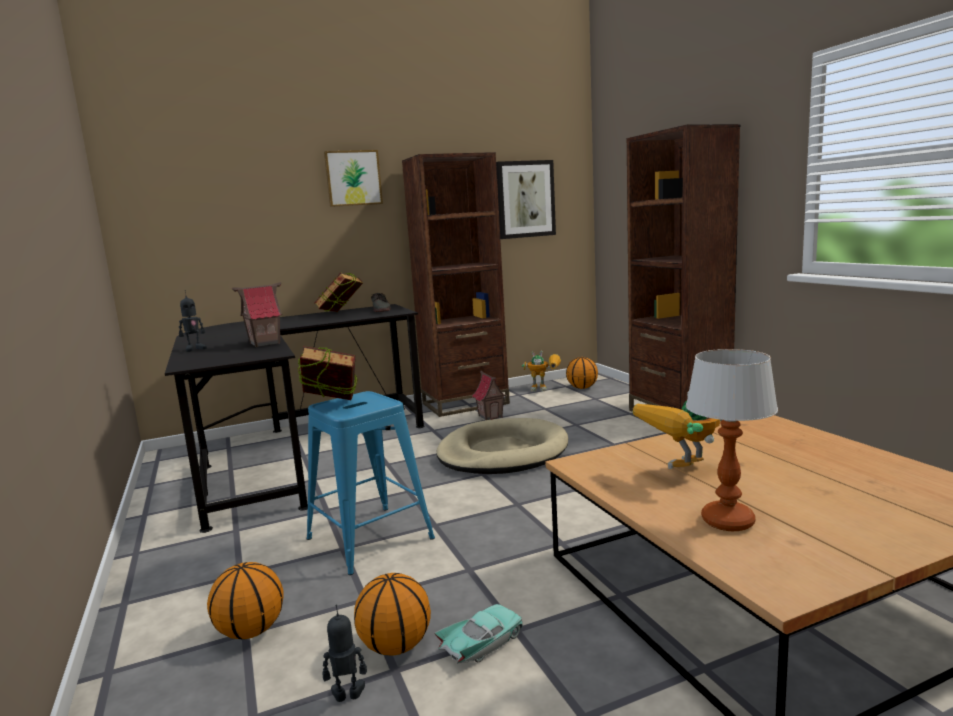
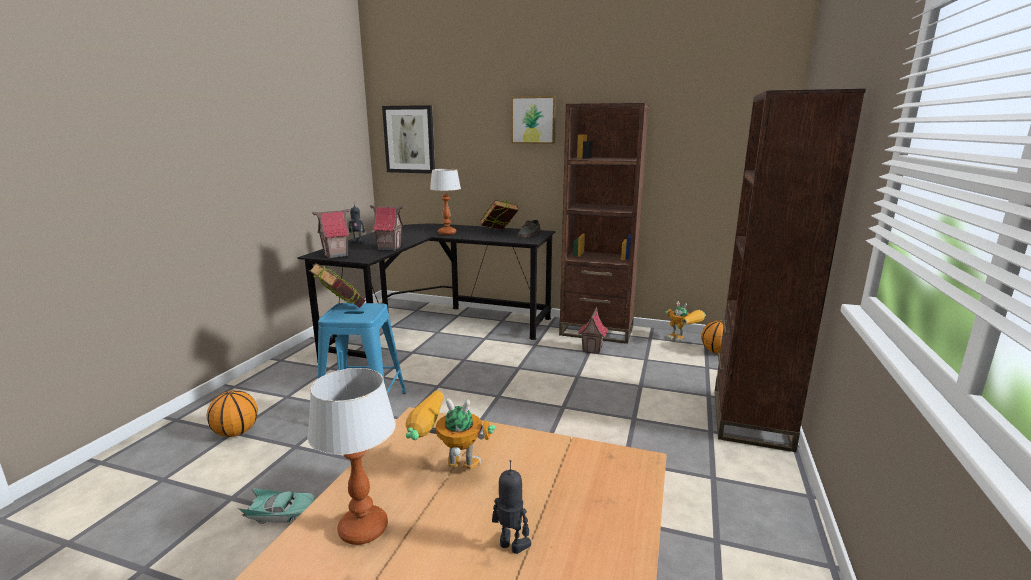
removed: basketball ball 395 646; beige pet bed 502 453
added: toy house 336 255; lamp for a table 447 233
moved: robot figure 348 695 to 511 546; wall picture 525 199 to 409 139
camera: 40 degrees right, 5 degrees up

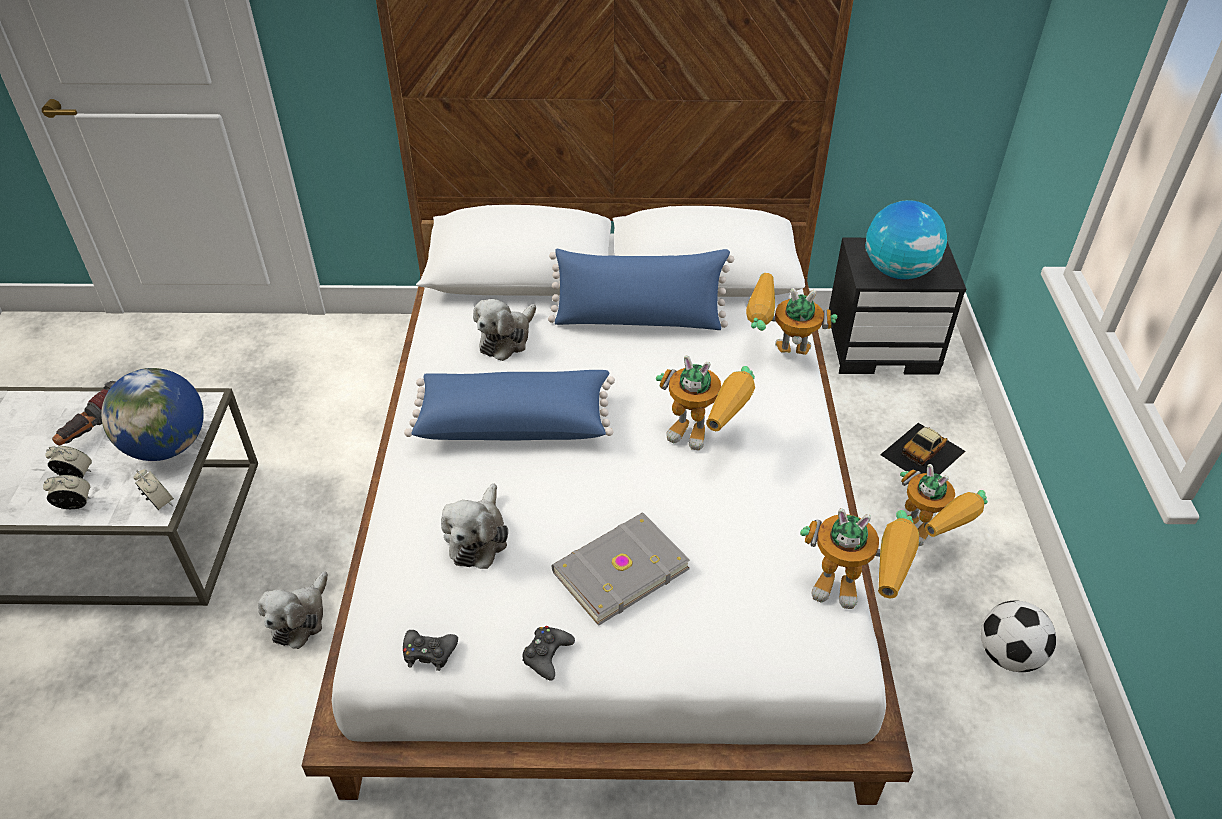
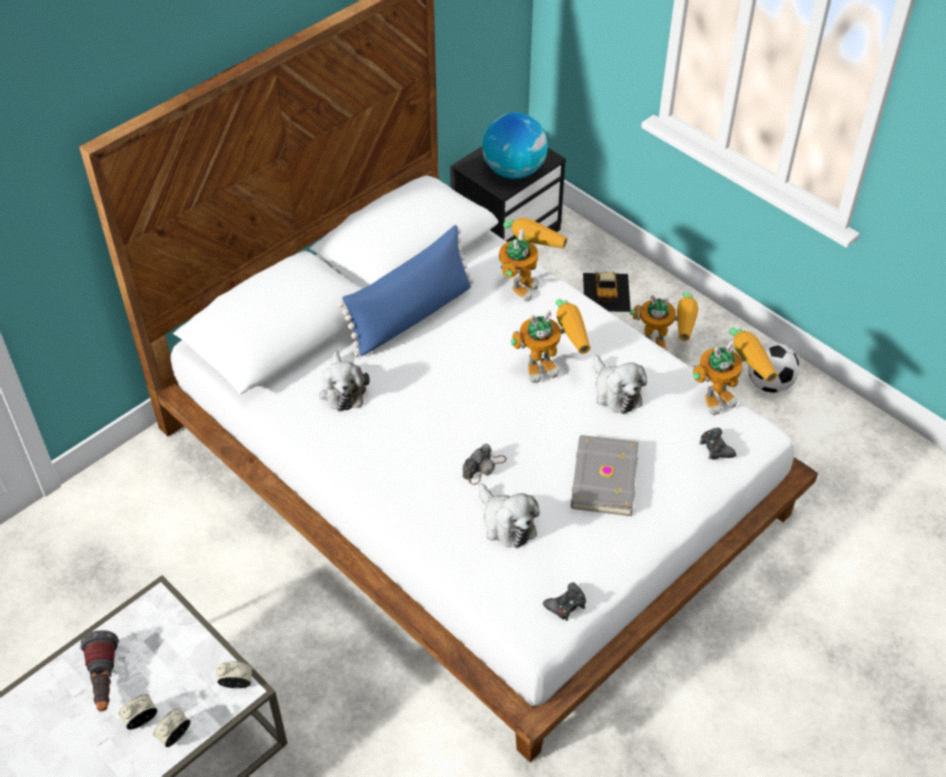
removed: desk globe 167 446; bluish throw pillow 514 422
added: photo camera 484 467
moved: cuddly toy 300 618 to 616 392; black-coloured gamepad 547 655 to 716 448
turned: robot figure 777 355 = 524 281 150 degrees clockwise
camera: 45 degrees left, 5 degrees up

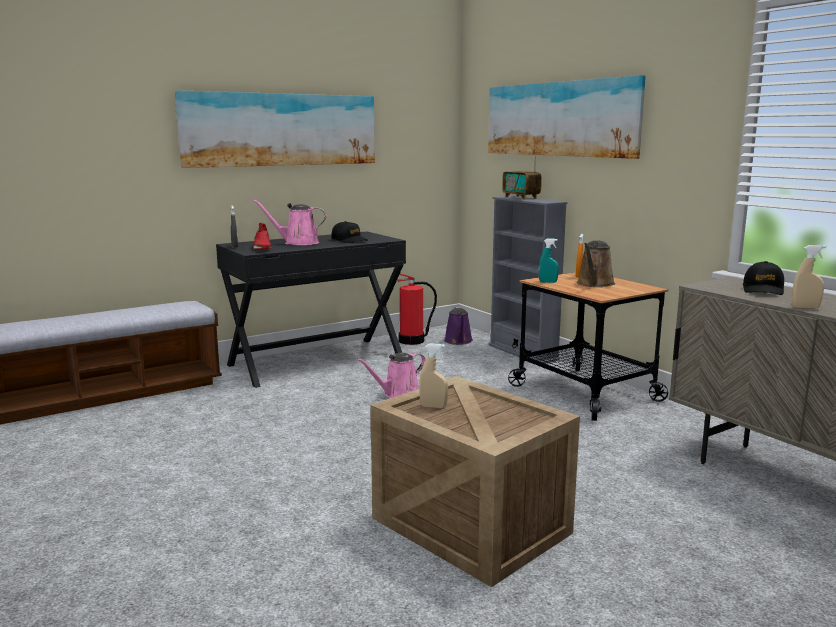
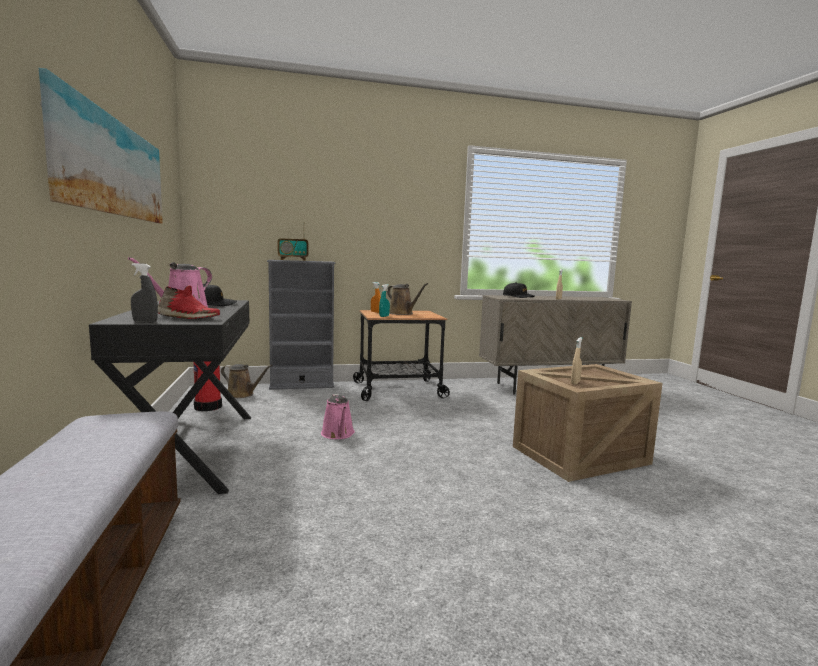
removed: wall picture 560 119
recoloured: purplish sprinkling can 458 341 to brown-coloured sprinkling can 242 394
camera: 70 degrees left, 5 degrees down

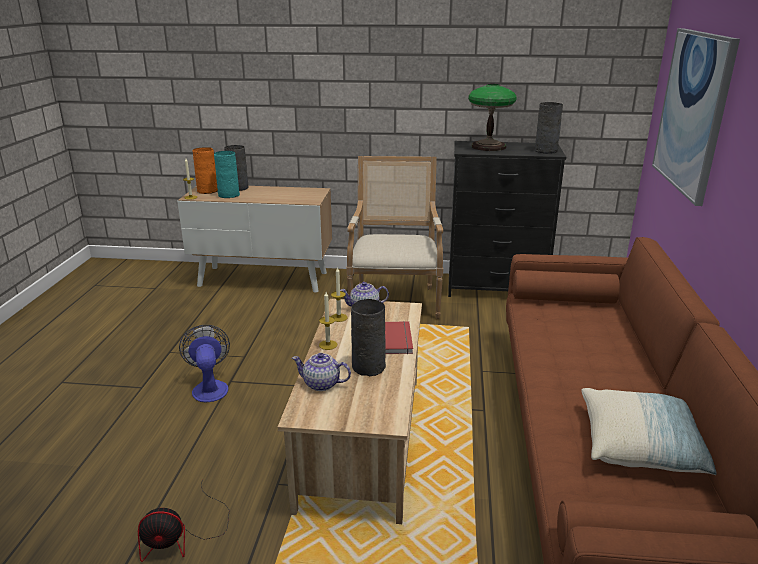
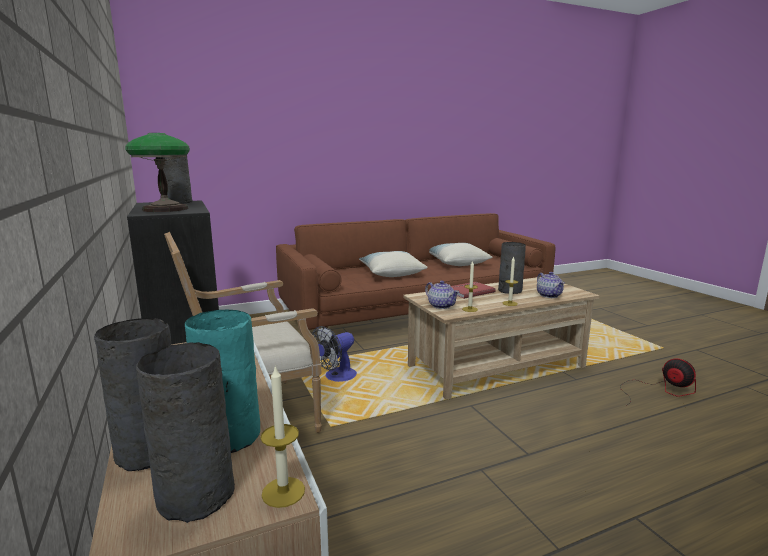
removed: wall picture 692 112
added: throw pillow 391 273
moved: cooling fan 209 387 to 336 377
recoloured: orange-coloured vase 207 191 to greyish vase 198 493
camera: 120 degrees left, 10 degrees down

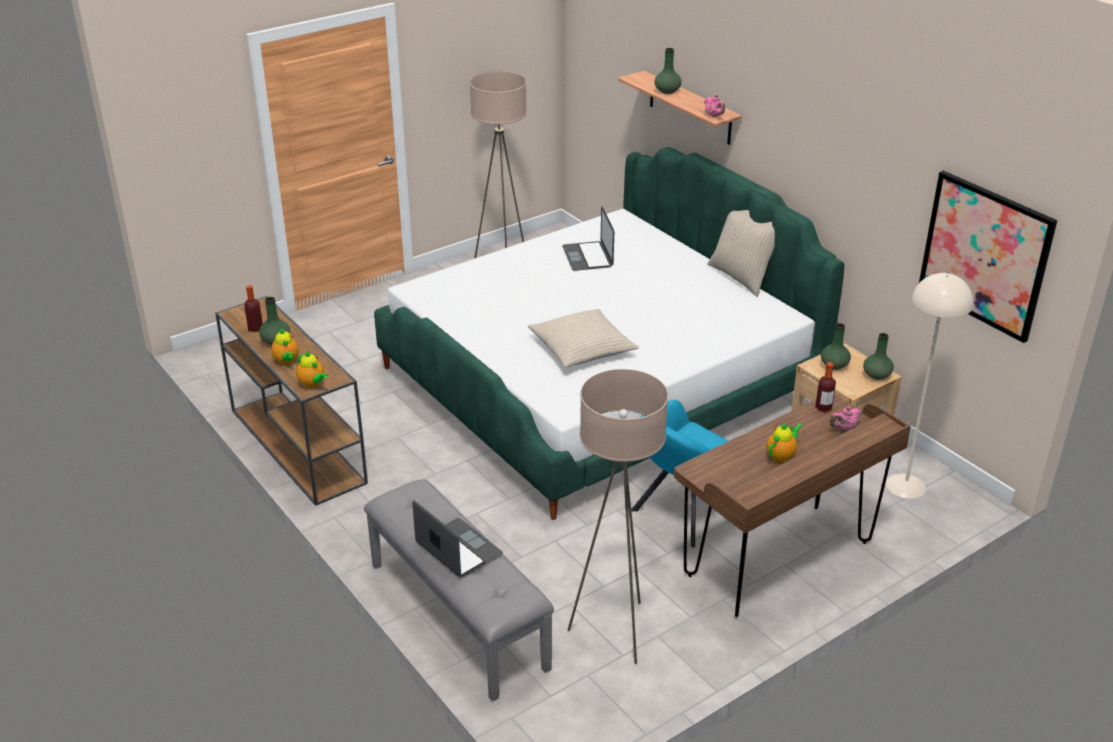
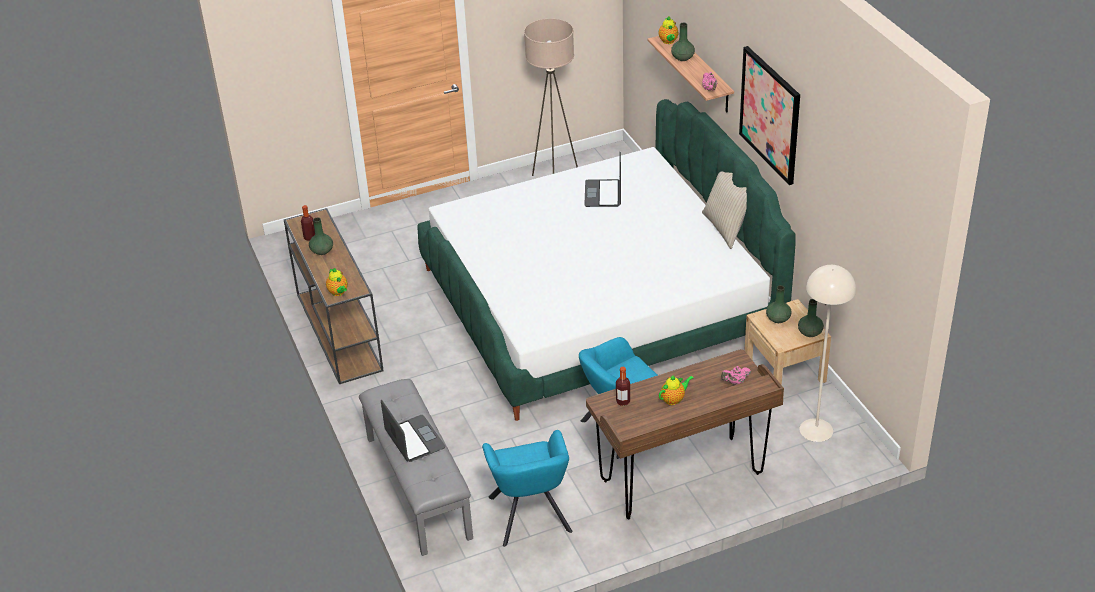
removed: beige throw pillow 582 348
moved: teapot 286 361 to 668 42; beverage bottle 823 408 to 623 401; wall picture 985 255 to 770 114
replaced: beige floor lamp 615 631 to blue-green armchair 531 517
camera: 15 degrees right, 5 degrees up

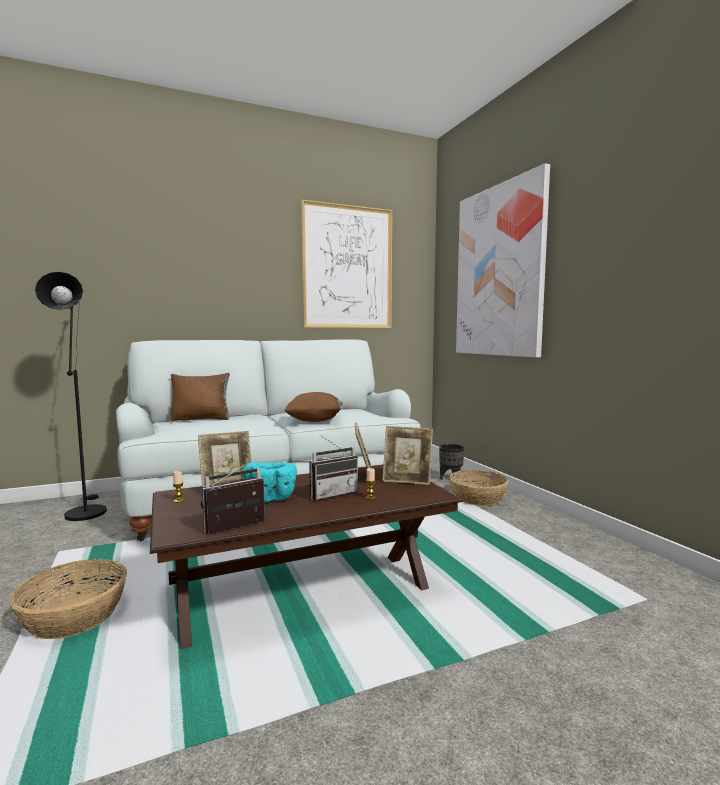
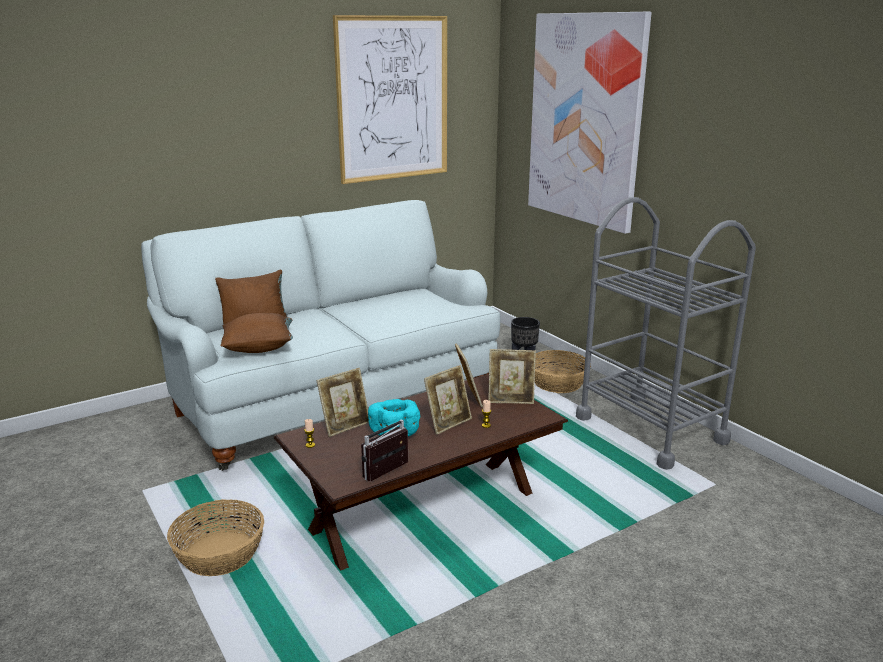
removed: black-coloured floor lamp 85 511
added: greyish wheeled cart 650 429
moved: brown-coloured throw pillow 315 420 to 259 348
replaced: radio set 331 493 to photo frame 448 423
camera: 10 degrees left, 15 degrees up

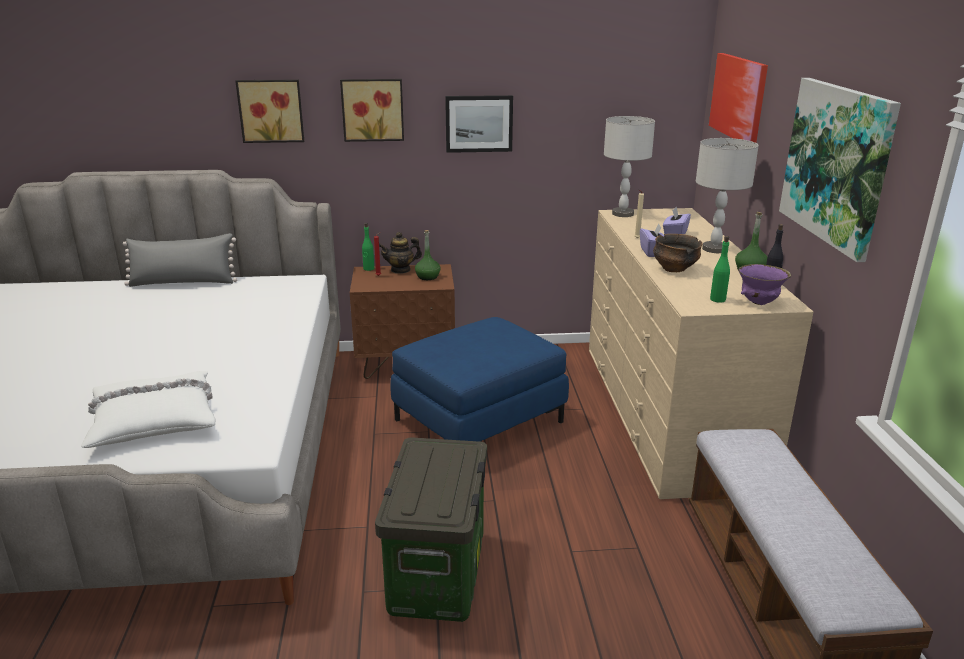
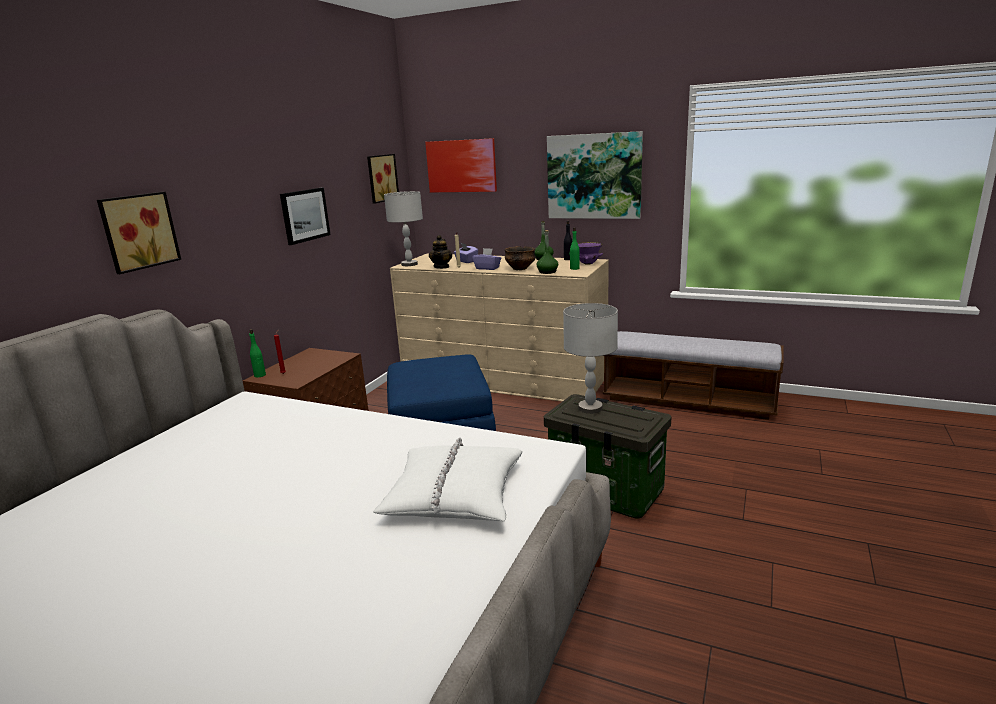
removed: greyish throw pillow 183 282
moved: wall picture 372 109 to 381 178; teapot 401 270 to 441 267; greenish beverage bottle 427 277 to 547 272; greyish lamp for a table 714 249 to 590 408
camera: 60 degrees left, 5 degrees down

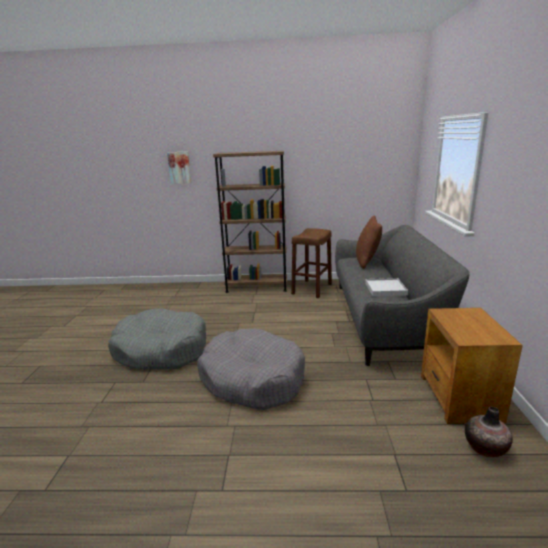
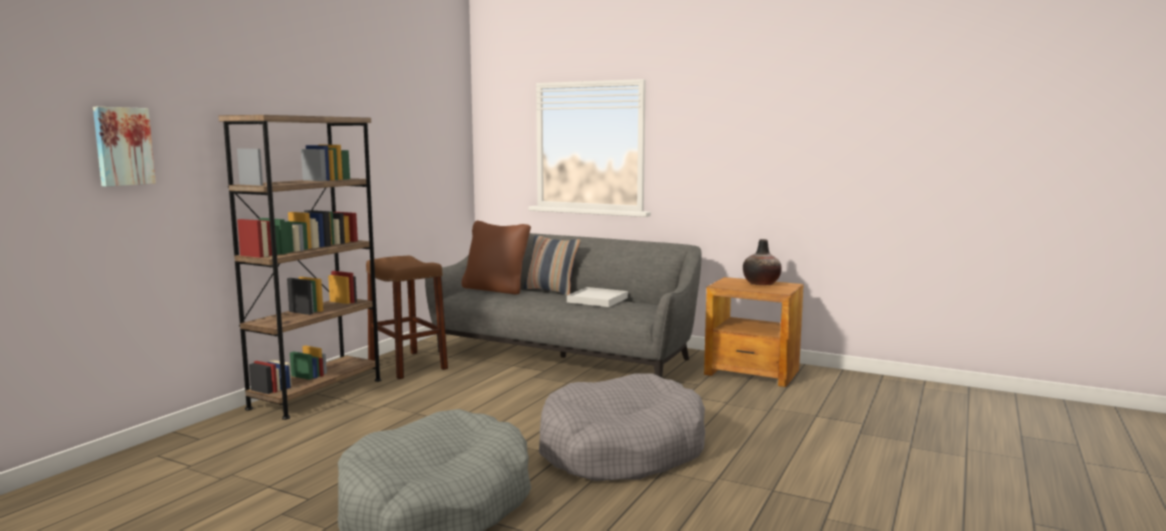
added: throw pillow 551 291
moved: vase 485 448 to 761 283
camera: 65 degrees left, 10 degrees down

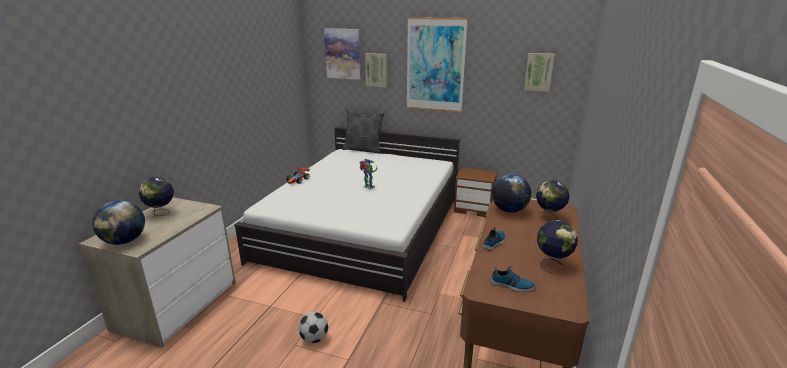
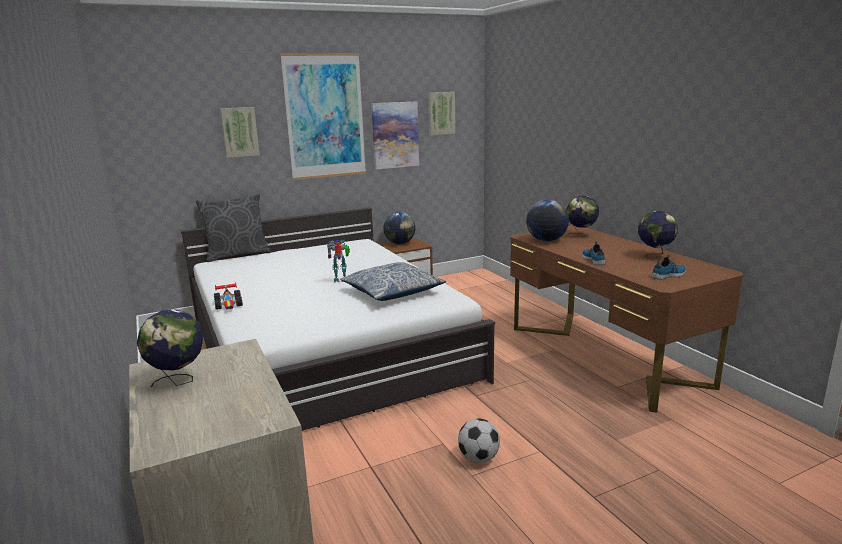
added: throw pillow 392 292
moved: desk globe 125 241 to 400 243; wall picture 342 54 to 395 135
camera: 45 degrees left, 5 degrees down

